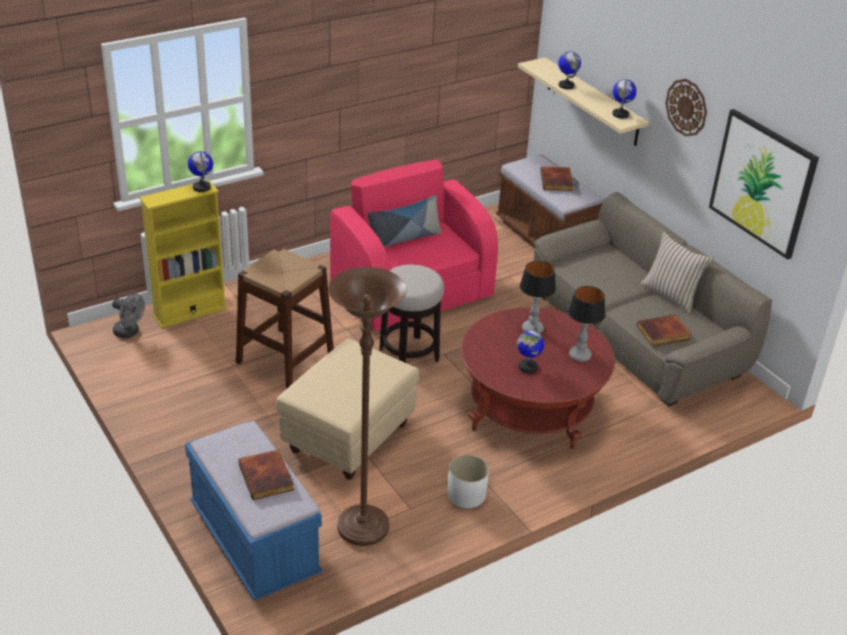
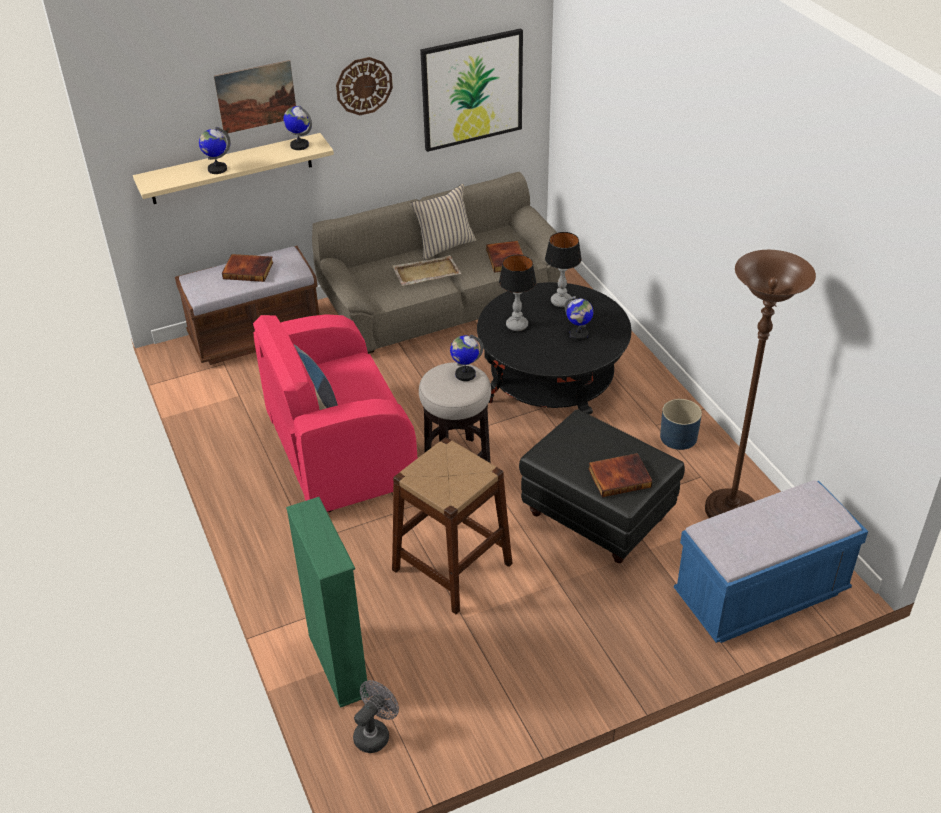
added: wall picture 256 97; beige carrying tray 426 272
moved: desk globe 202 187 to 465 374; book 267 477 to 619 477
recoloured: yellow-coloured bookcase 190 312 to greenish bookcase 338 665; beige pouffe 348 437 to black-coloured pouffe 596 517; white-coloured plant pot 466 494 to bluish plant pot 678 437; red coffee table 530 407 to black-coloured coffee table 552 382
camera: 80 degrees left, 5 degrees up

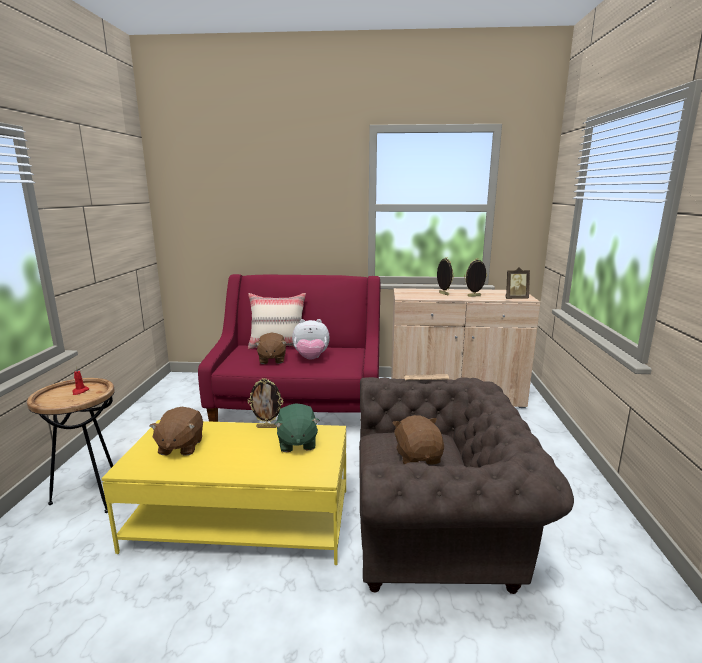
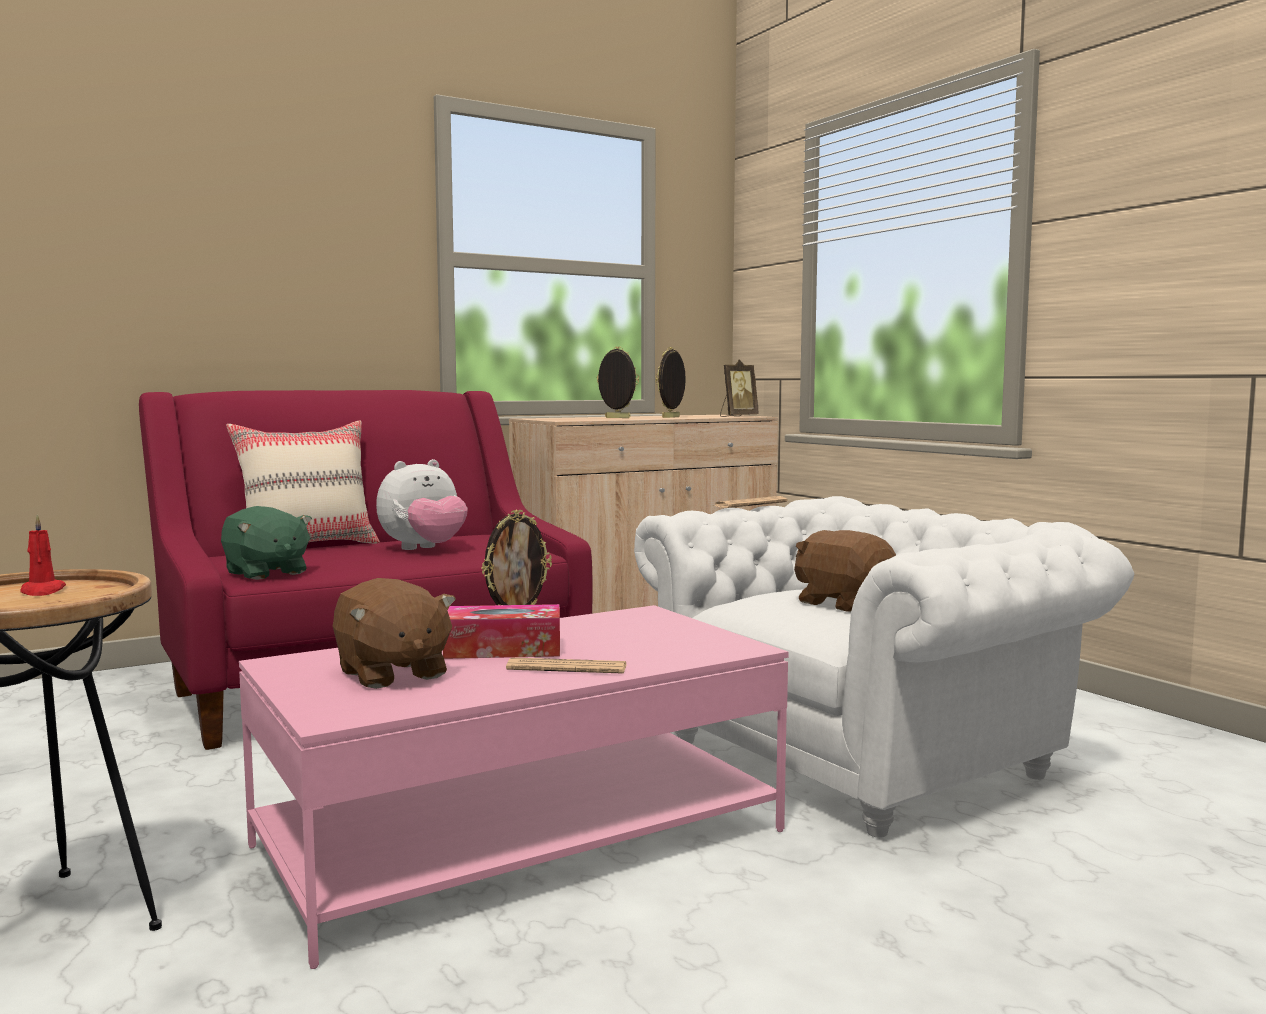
removed: brown-coloured cuddly toy 271 360
added: tissue holder 503 649; newspaper 567 668
moved: greenish cuddly toy 296 443 to 265 573
recoloured: yellow-coloured coffee table 242 519 to pink coffee table 521 838; brown-coloured armchair 438 531 to white-coloured armchair 864 755
camera: 35 degrees left, 10 degrees down

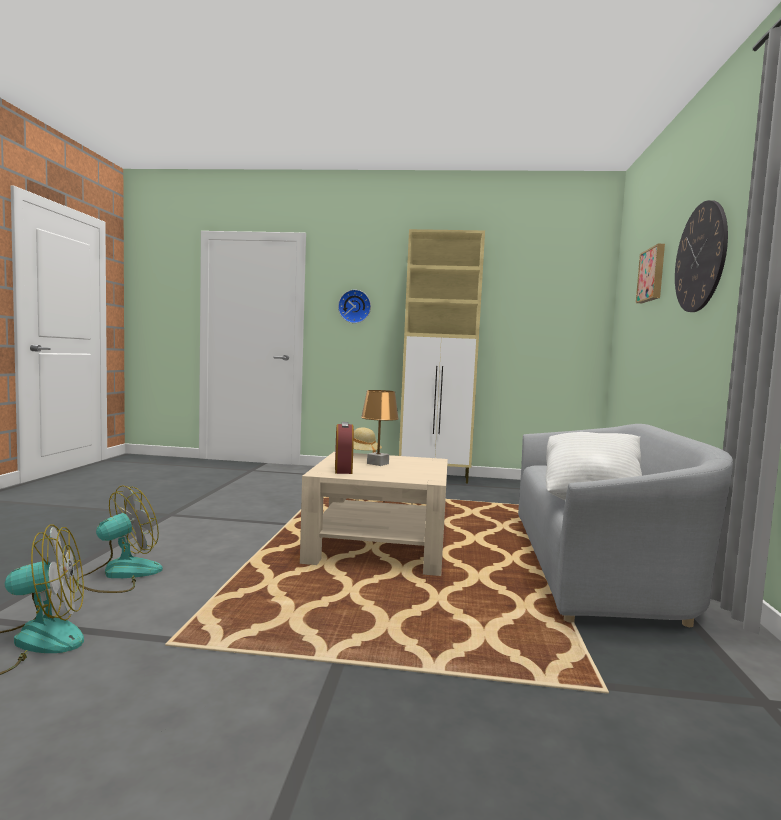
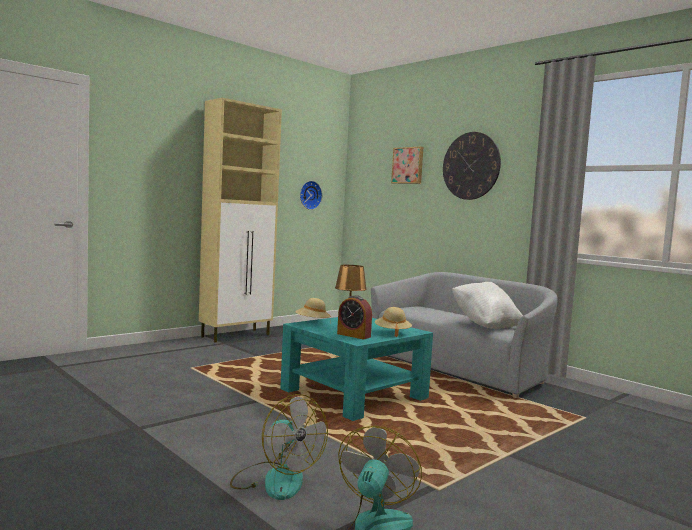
added: beige wearable hat 392 332
moved: wall clock 355 306 to 309 195
recoloured: beige coffee table 379 546 to blue-green coffee table 354 394
turned: cooling fan 119 574 = 275 479 150 degrees clockwise
camera: 50 degrees left, 0 degrees up

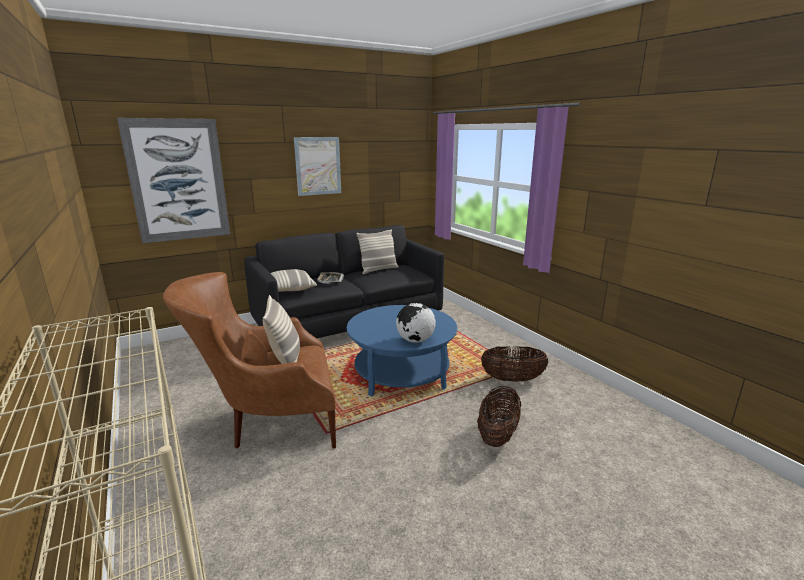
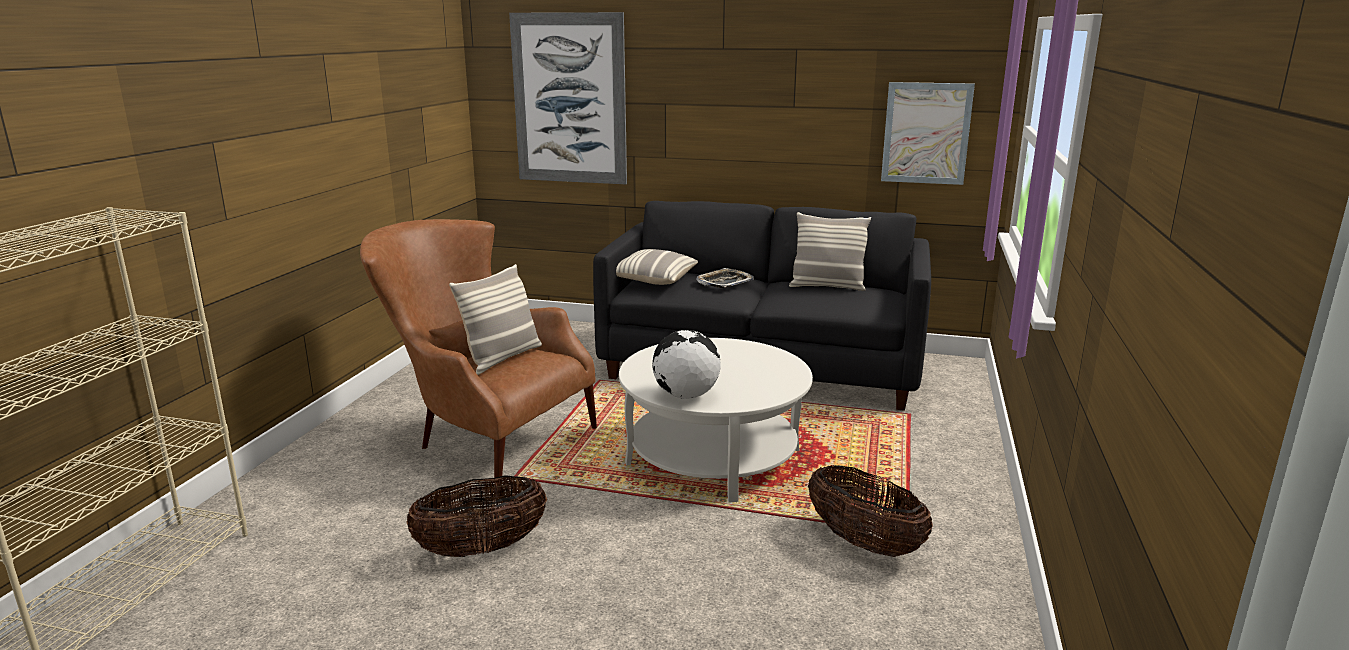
moved: wall picture 318 166 to 926 133; basket 497 435 to 481 549
recoloured: bluish coffee table 401 373 to white-coloured coffee table 713 457
camera: 45 degrees right, 0 degrees up

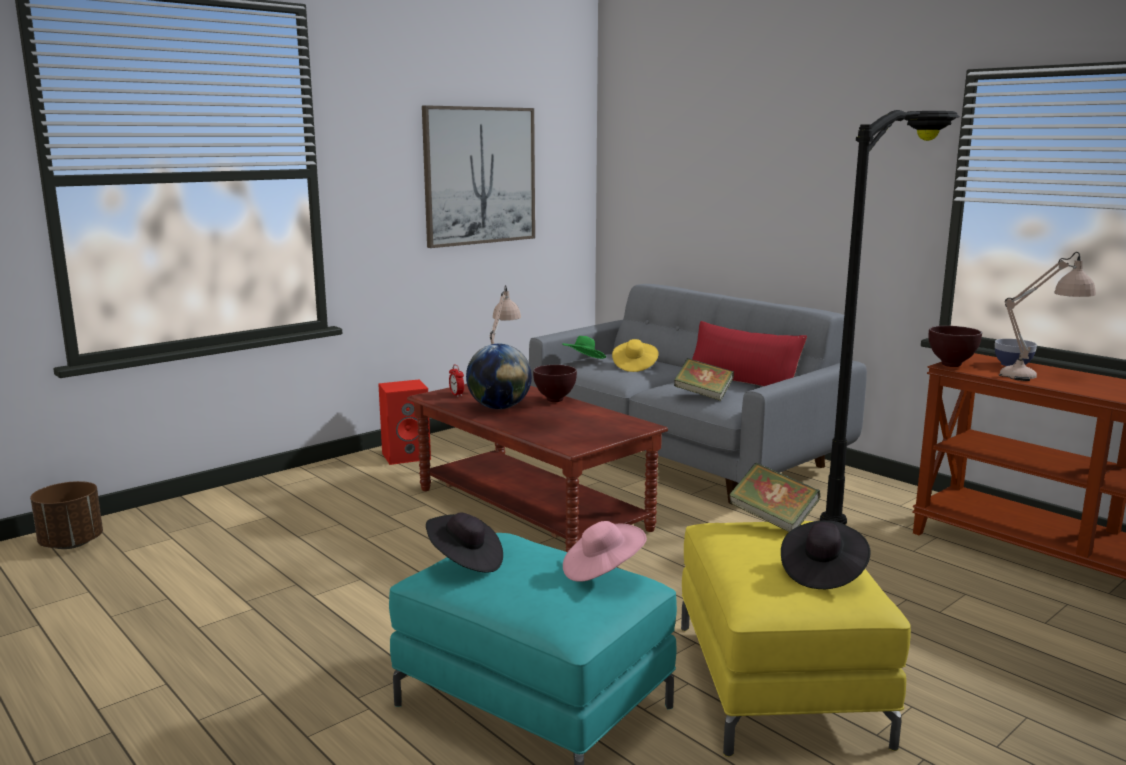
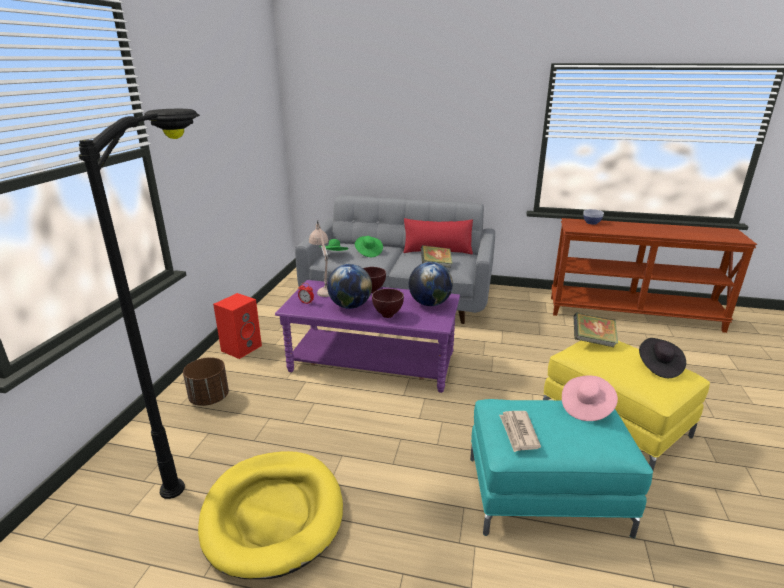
removed: wall picture 480 176; beige lamp for a table 1038 376
added: yellow-coloured pet bed 273 514; desk globe 429 304
moved: brown-coloured plant pot 71 544 to 209 398; black-coloured floor lamp 876 500 to 212 441; brown-coloured serving bowl 950 365 to 387 315
replaced: black-coloured wearable hat 465 561 to newspaper 518 432
recoloured: brown-coloured coffee table 531 509 to purplish coffee table 372 362; yellow-coloured wearable hat 634 366 to greenish wearable hat 368 253
camera: 35 degrees left, 10 degrees up

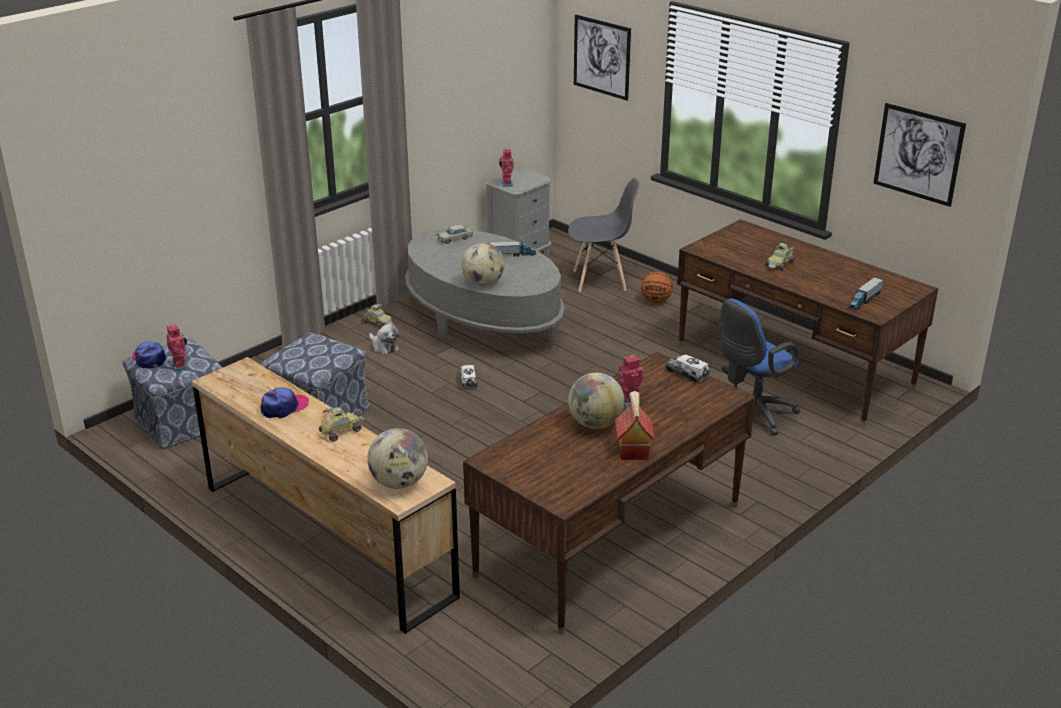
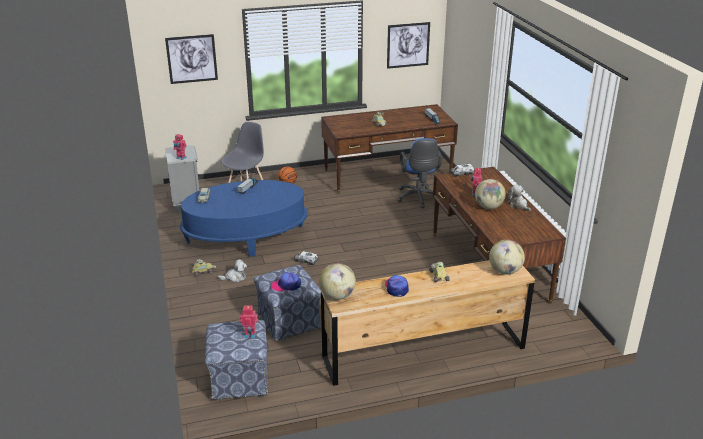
moved: baseball cap 149 359 to 286 285; desk globe 483 283 to 337 296
replaced: toy house 632 449 to cuddly toy 518 205
recoloured: greyish coffee table 483 321 to bluish coffee table 246 237
camera: 60 degrees left, 0 degrees up

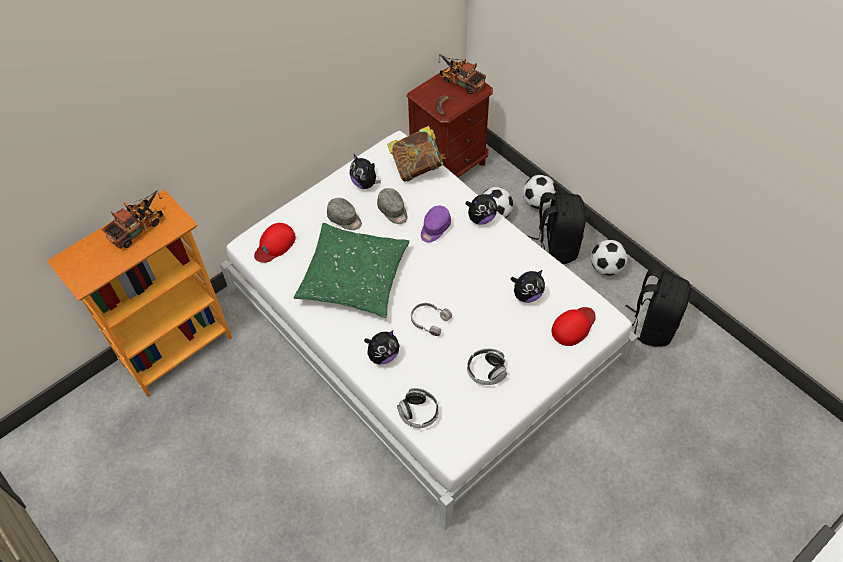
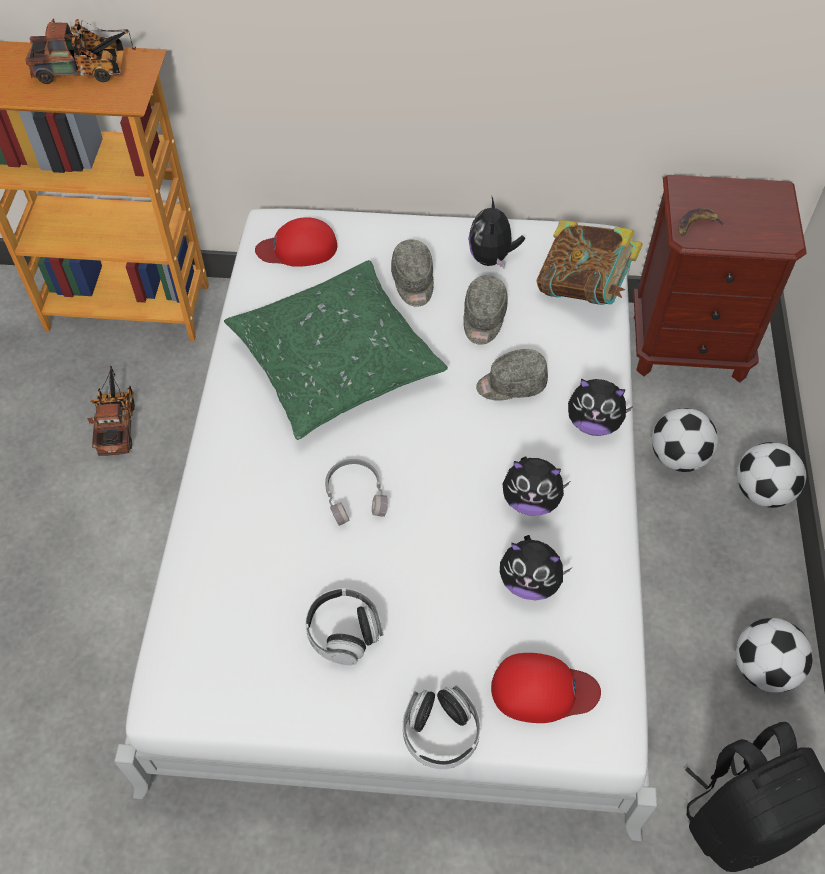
removed: black-coloured backpack 555 246
moved: cuddly toy 383 355 to 530 501; pair of headphones 418 413 to 440 733; model truck 459 81 to 117 422
recoloured: purplish baseball cap 434 228 to greyish baseball cap 511 384
camera: 45 degrees right, 0 degrees up

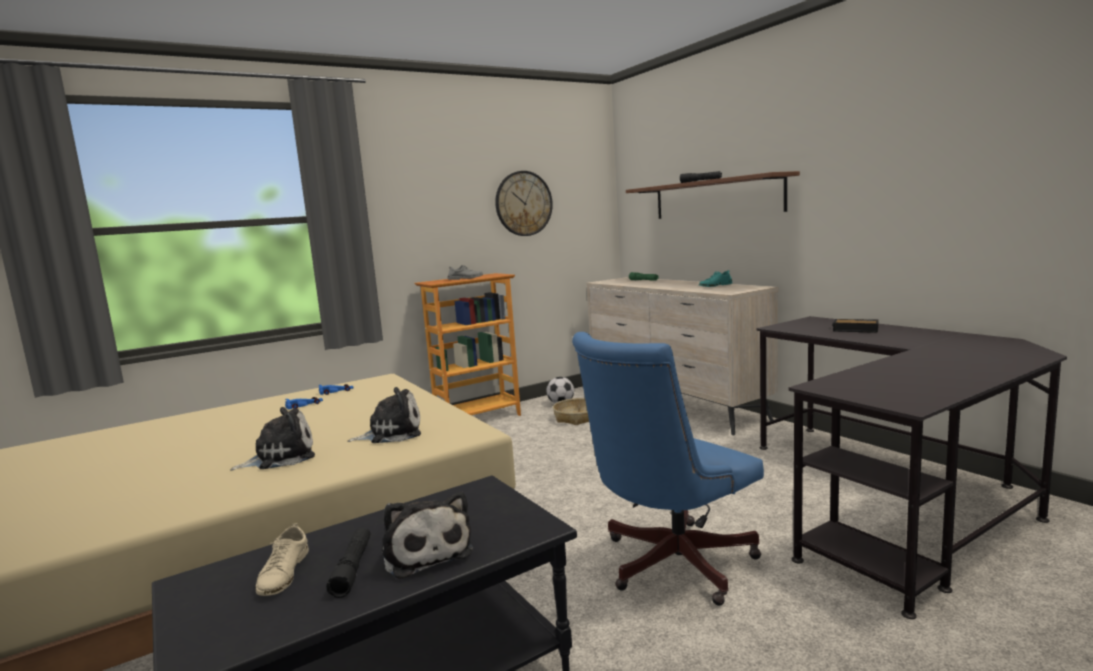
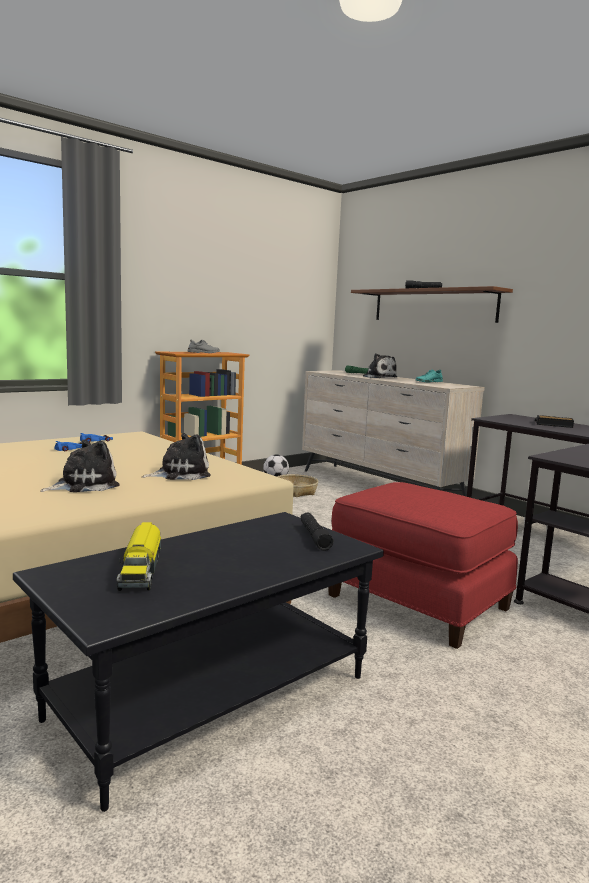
removed: wall clock 523 203
moved: black-coloured torch 352 568 to 314 537; cuddly toy 426 551 to 378 377
replaced: beige item of footwear 284 573 to model truck 141 569; bluish desk chair 669 565 to red pouffe 416 603
camera: 10 degrees left, 0 degrees up

